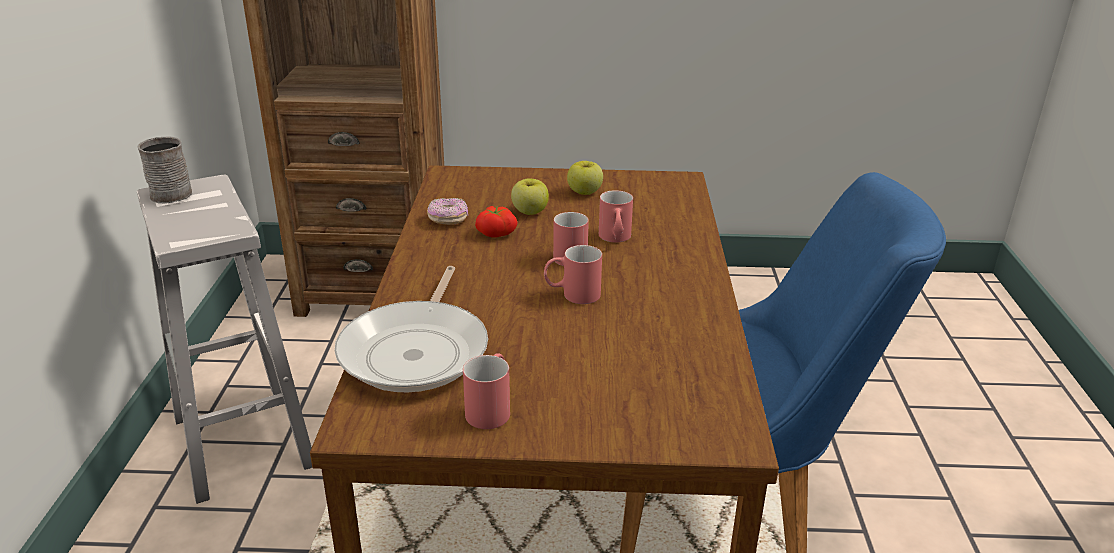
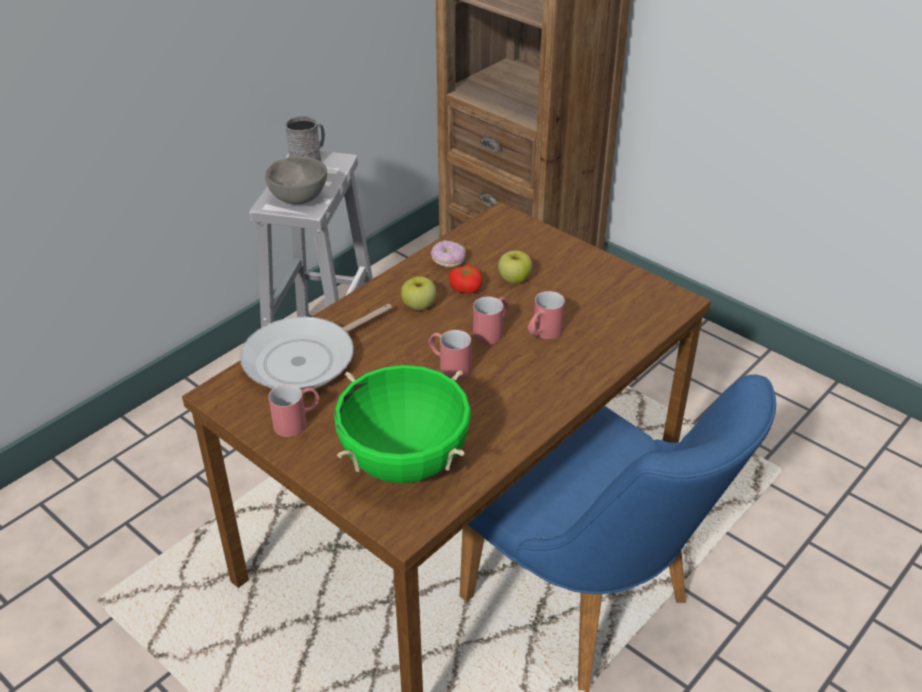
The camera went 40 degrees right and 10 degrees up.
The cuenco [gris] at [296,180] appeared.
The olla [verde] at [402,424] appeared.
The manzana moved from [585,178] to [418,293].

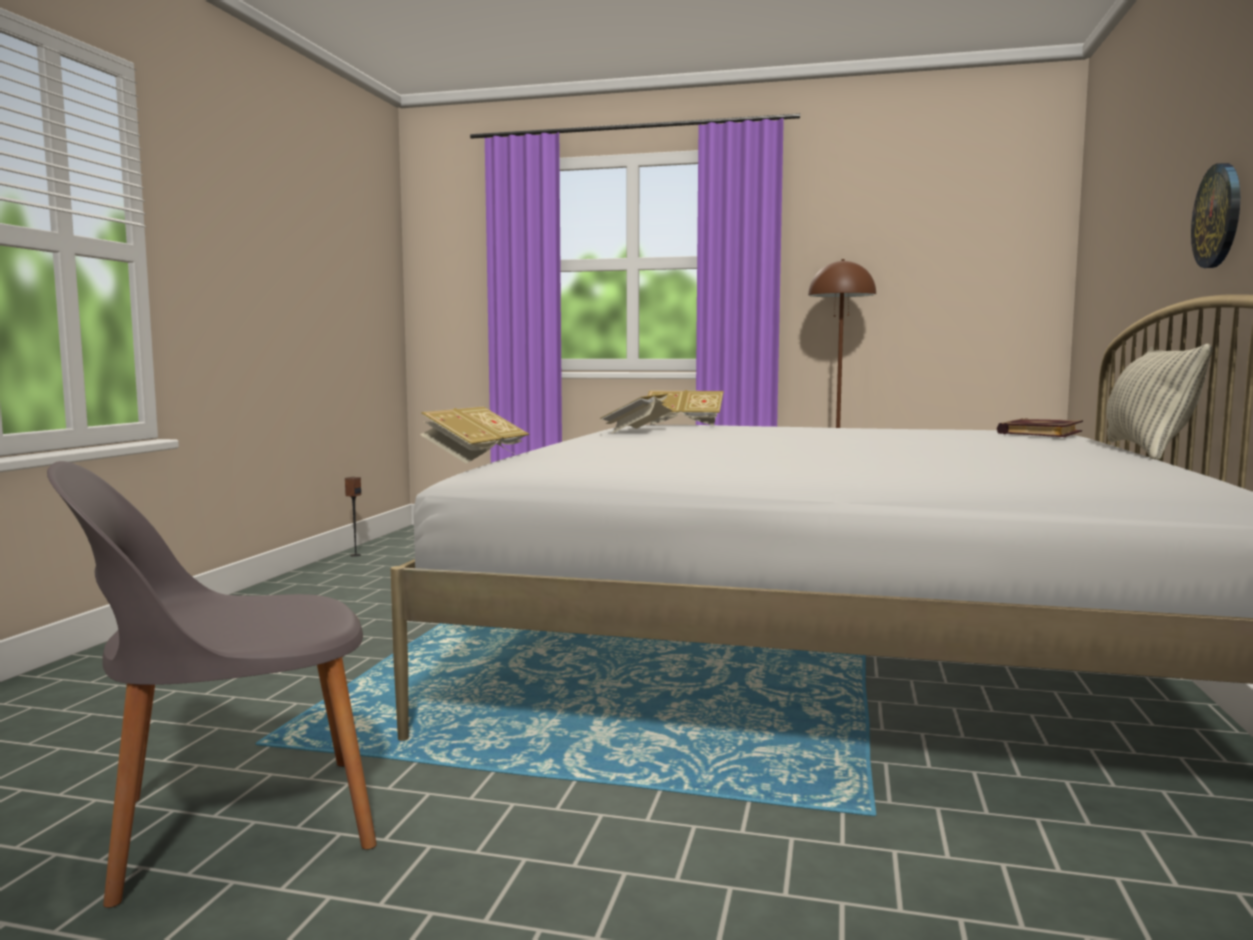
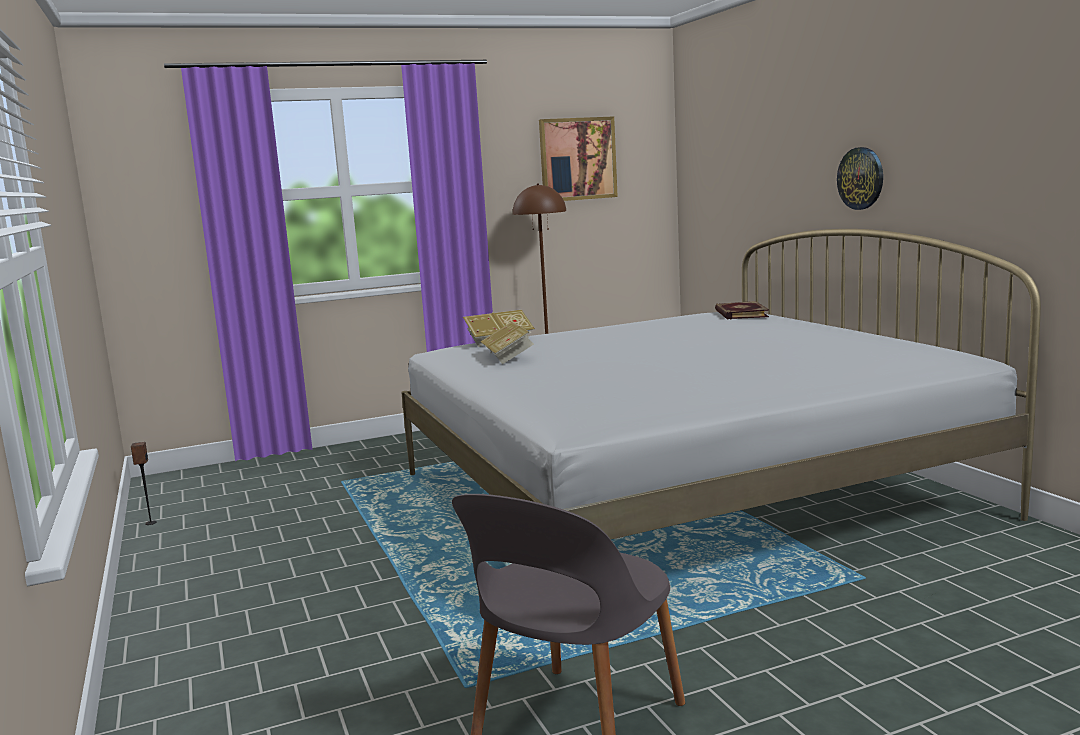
The camera went 35 degrees left and 5 degrees up.
The libro at [474,435] disappeared.
The cojín at [1159,402] disappeared.
The cuadro at [578,158] appeared.

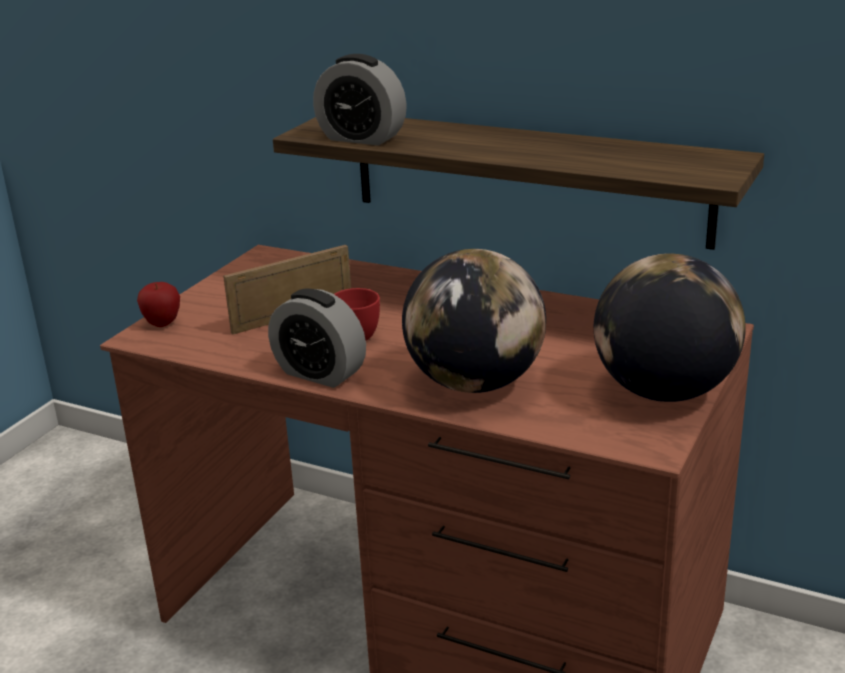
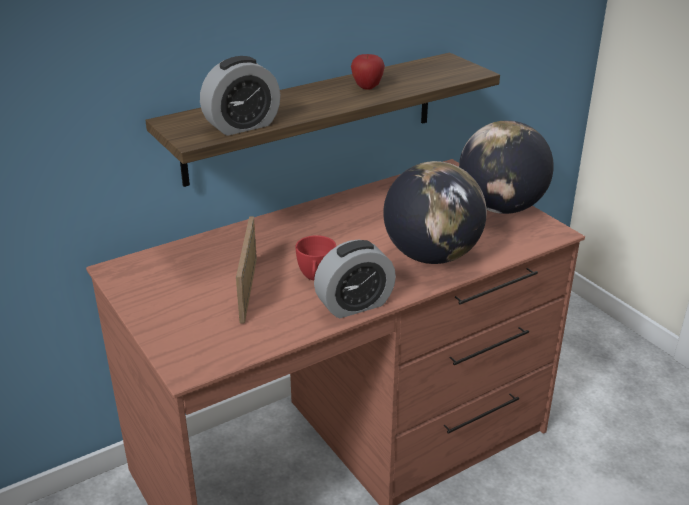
The camera went 60 degrees left and 5 degrees up.
The manzana moved from [158,304] to [368,72].

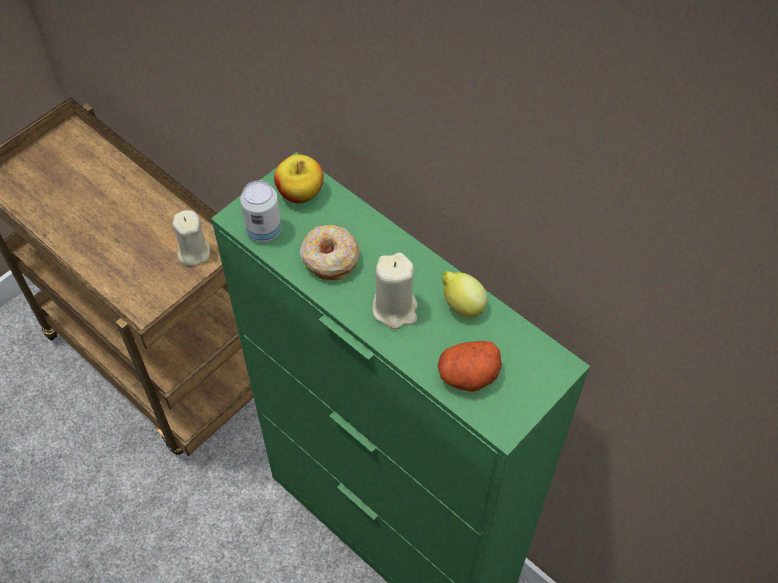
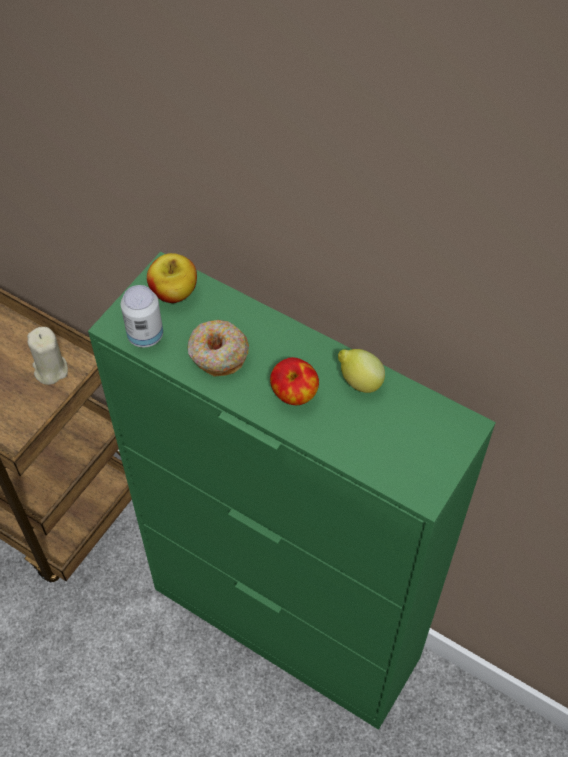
The camera went 10 degrees left and 0 degrees up.
The patata at [470,366] disappeared.
The vela [beis] at [395,291] was replaced by the manzana at [294,381].

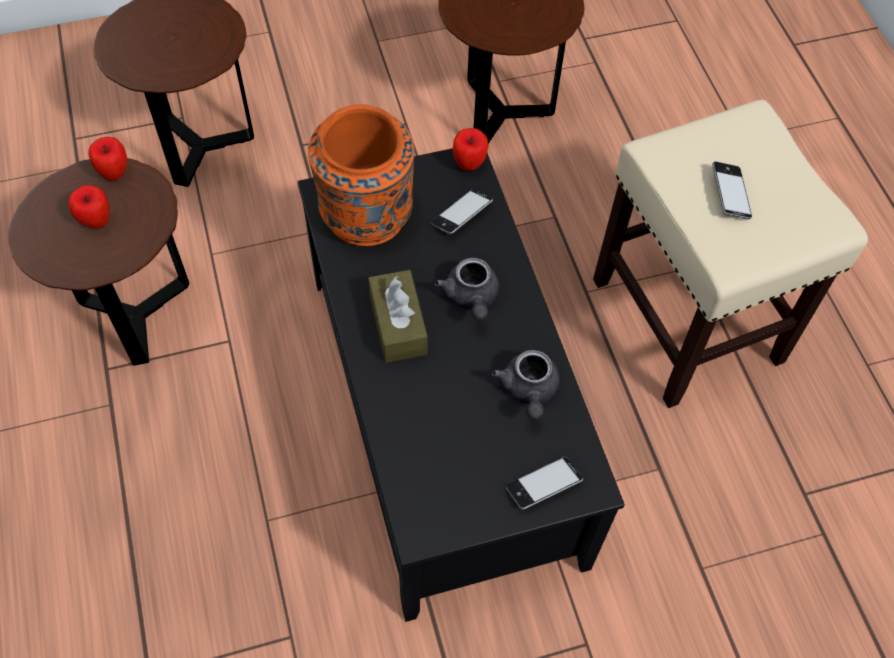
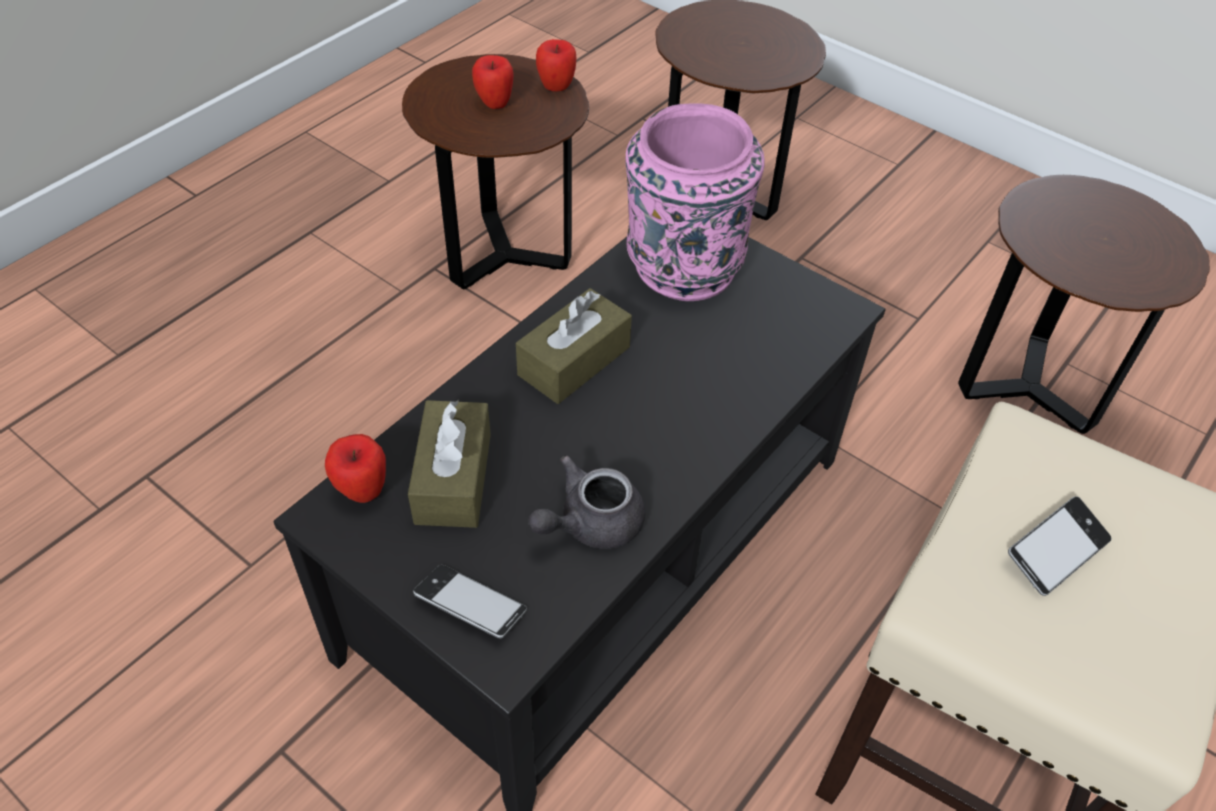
The camera went 55 degrees right and 10 degrees down.
The móvil at [462,211] disappeared.
The tetera [gris] at [467,289] disappeared.
The caja de pañuelos [marrón] at [449,464] appeared.
The manzana moved from [470,149] to [355,468].
The florero [naranja] at [361,175] became the florero [rosa] at [695,202].

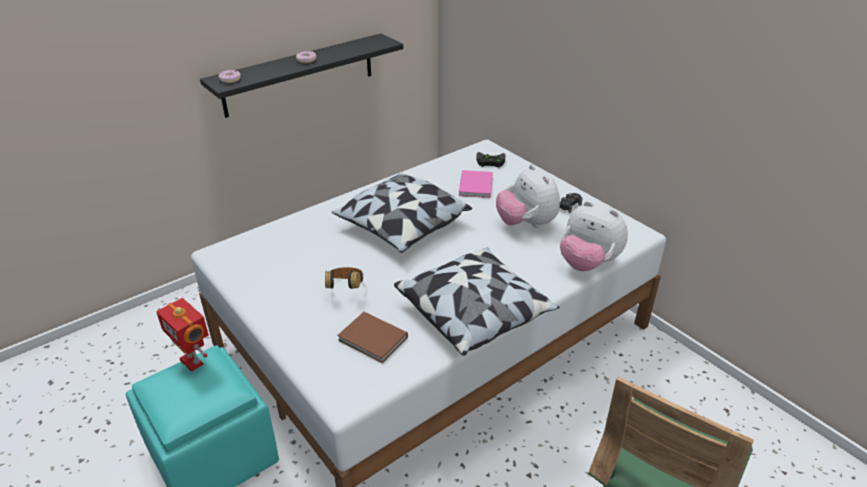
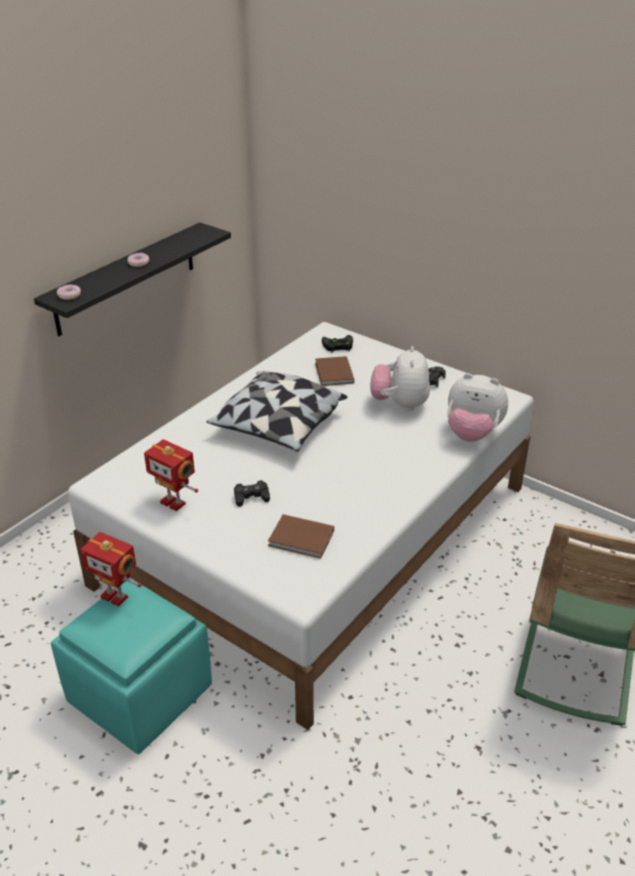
The camera went 15 degrees left and 0 degrees up.
The cojín at [476,302] disappeared.
The robot de juguete at [171,475] appeared.
The auriculares at [344,278] was replaced by the mando de consola [negro] at [252,493].
The libro [rosa] at [476,184] became the libro [marrón] at [334,371].
The peluche at [528,196] turned 45 degrees clockwise.

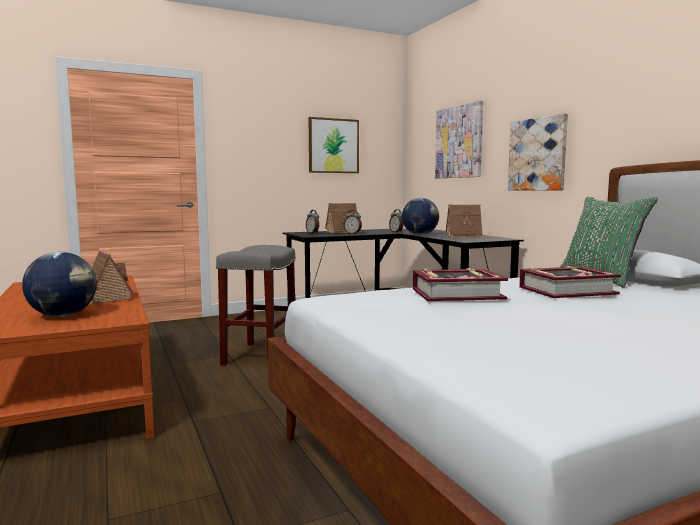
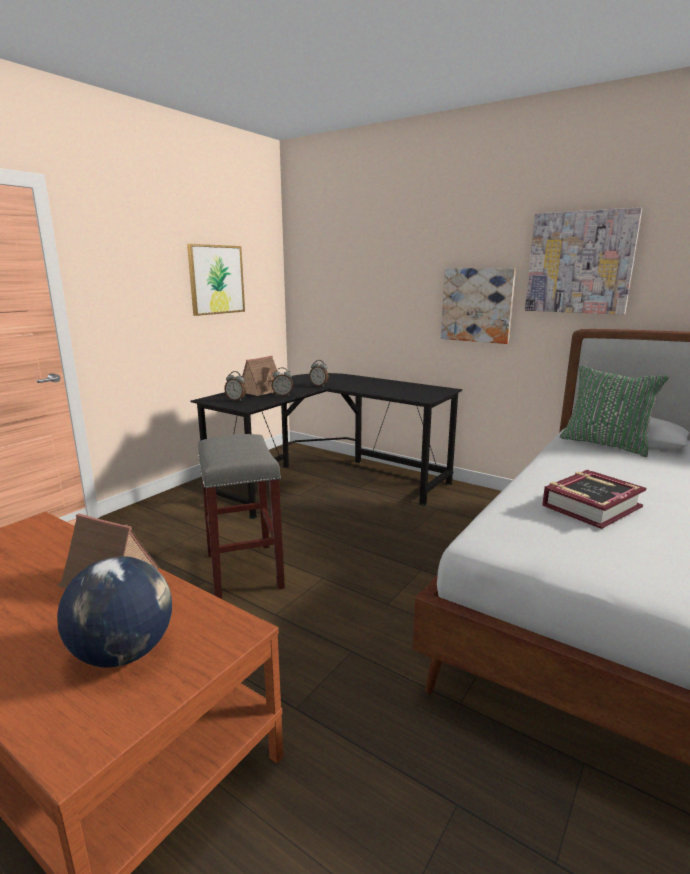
The camera went 30 degrees left and 10 degrees up.
The globo terráqueo at [420,216] disappeared.
The casita at [467,221] disappeared.
The libro at [570,282] disappeared.
The cuadro moved from [459,139] to [583,261].

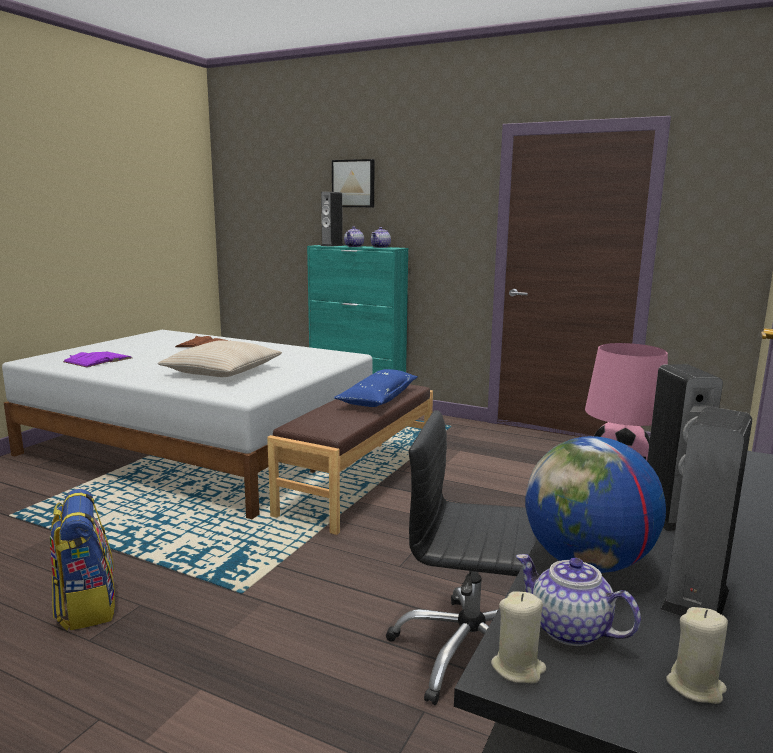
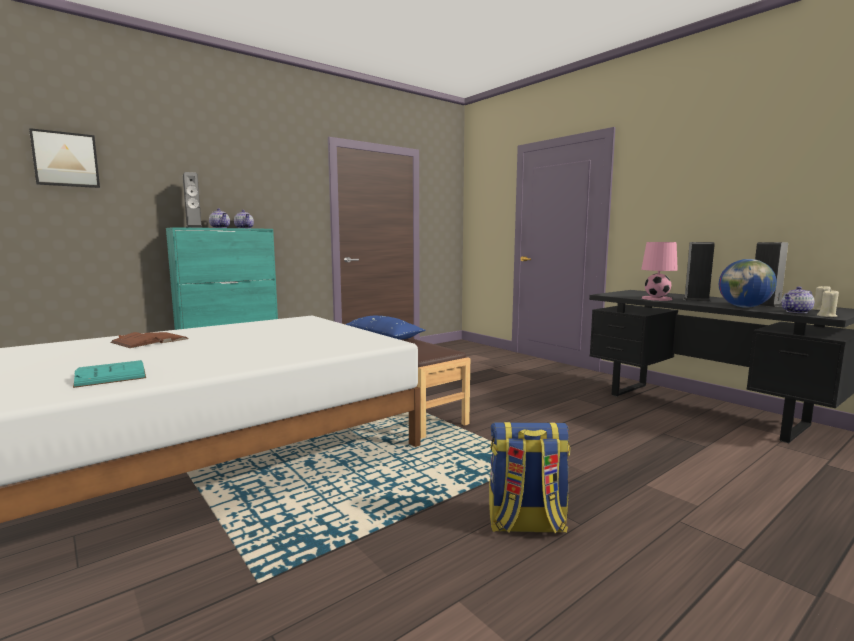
The camera went 65 degrees left and 5 degrees down.
The cojín [beis] at [220,358] disappeared.
The silla de oficina [negro] at [461,557] disappeared.
The cuadro moved from [353,183] to [64,158].
The libro [morado] at [97,359] became the libro [turquesa] at [109,374].

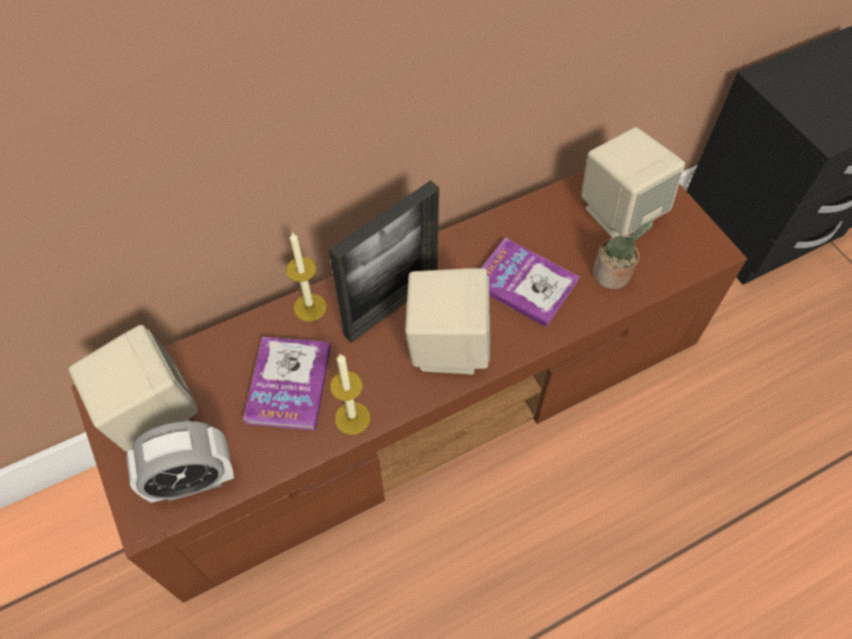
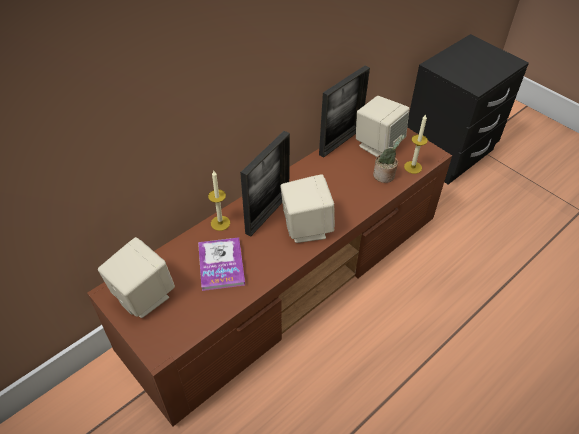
The camera went 15 degrees left and 10 degrees down.
The despertador at [180,462] disappeared.
The libro at [530,282] disappeared.
The portarretratos at [344,111] appeared.
The vela moved from [350,394] to [416,144].

